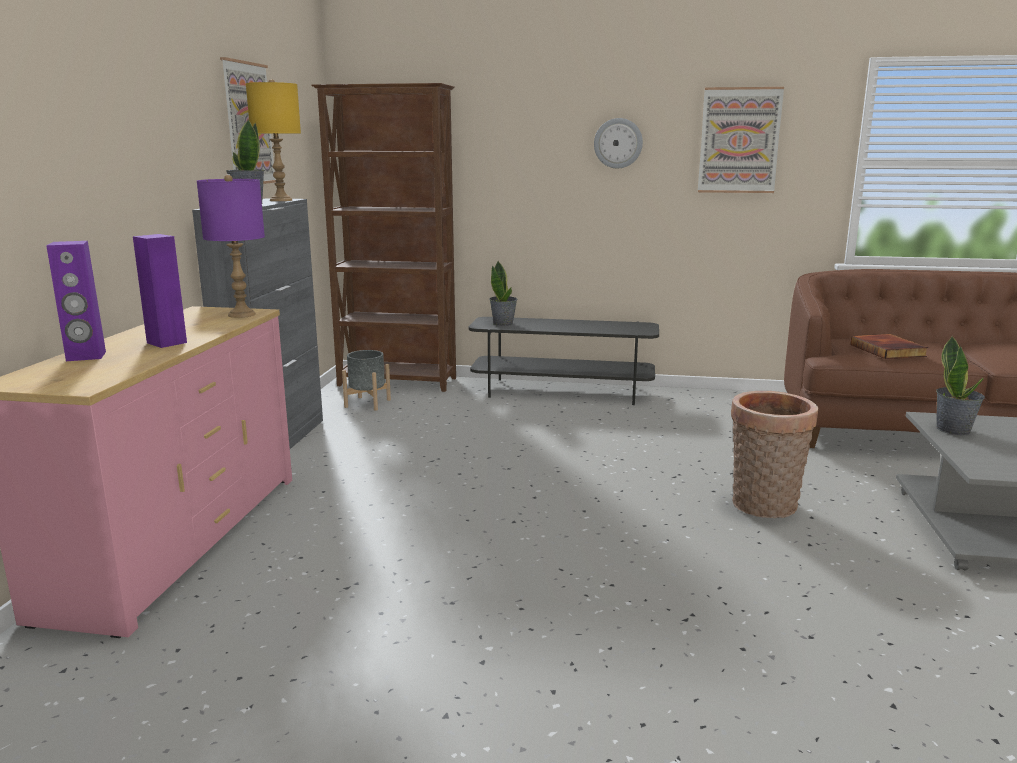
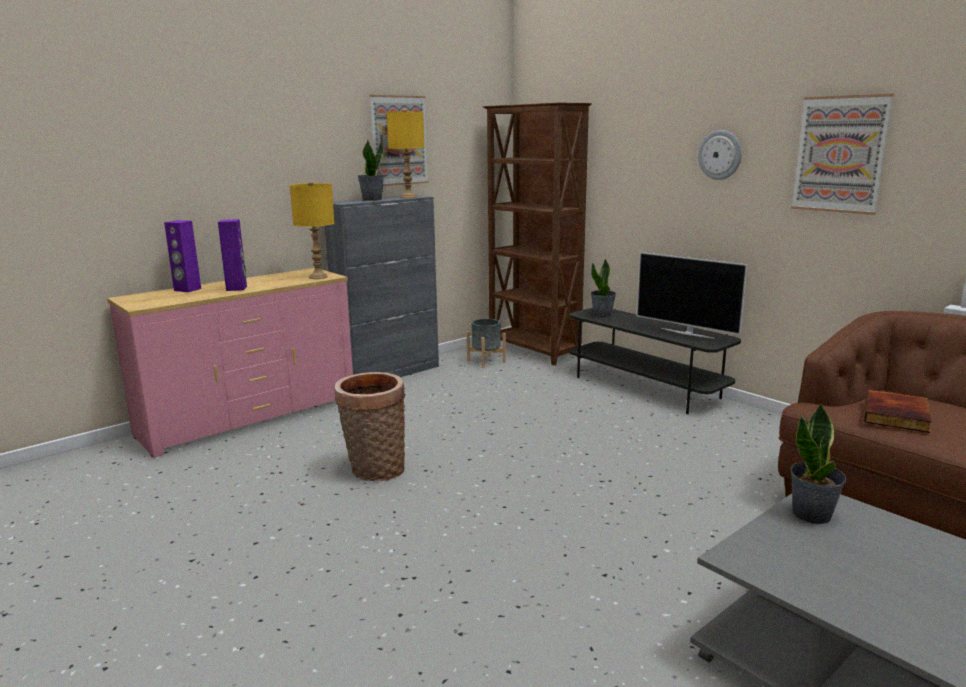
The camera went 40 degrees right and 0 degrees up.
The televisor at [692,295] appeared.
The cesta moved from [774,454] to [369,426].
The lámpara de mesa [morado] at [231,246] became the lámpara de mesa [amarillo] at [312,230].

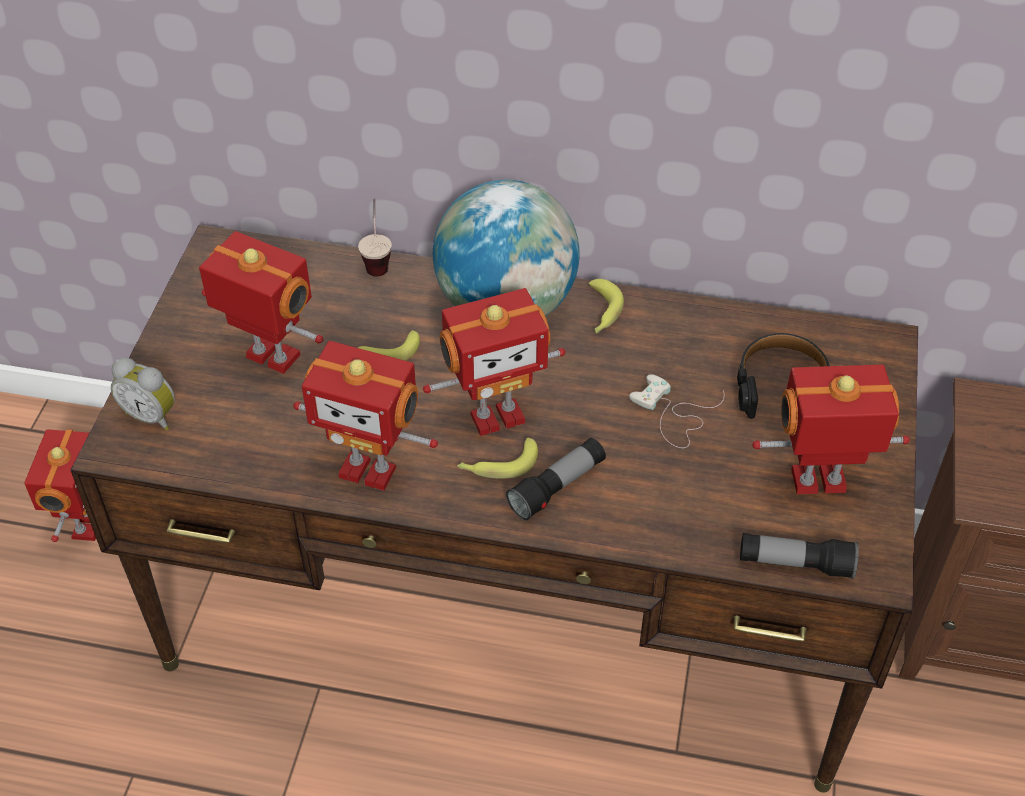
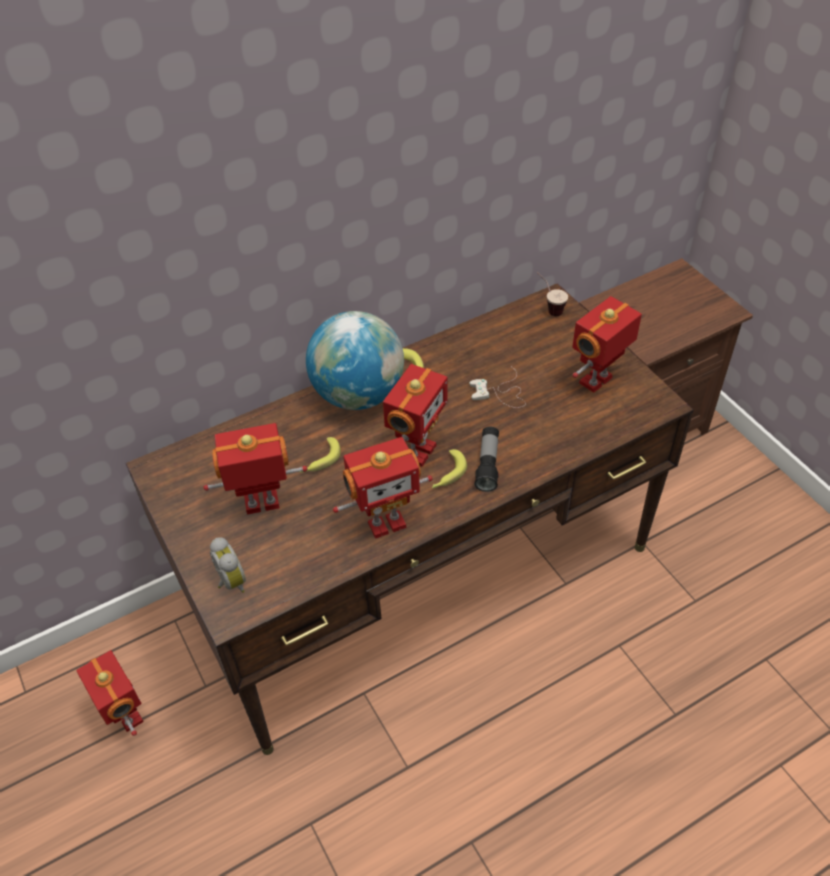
The camera went 40 degrees left and 0 degrees up.
The auriculares [negro] at [783,376] disappeared.
The linterna at [799,556] disappeared.
The taza moved from [375,237] to [552,294].
The despertador at [143,393] turned 105 degrees counterclockwise.

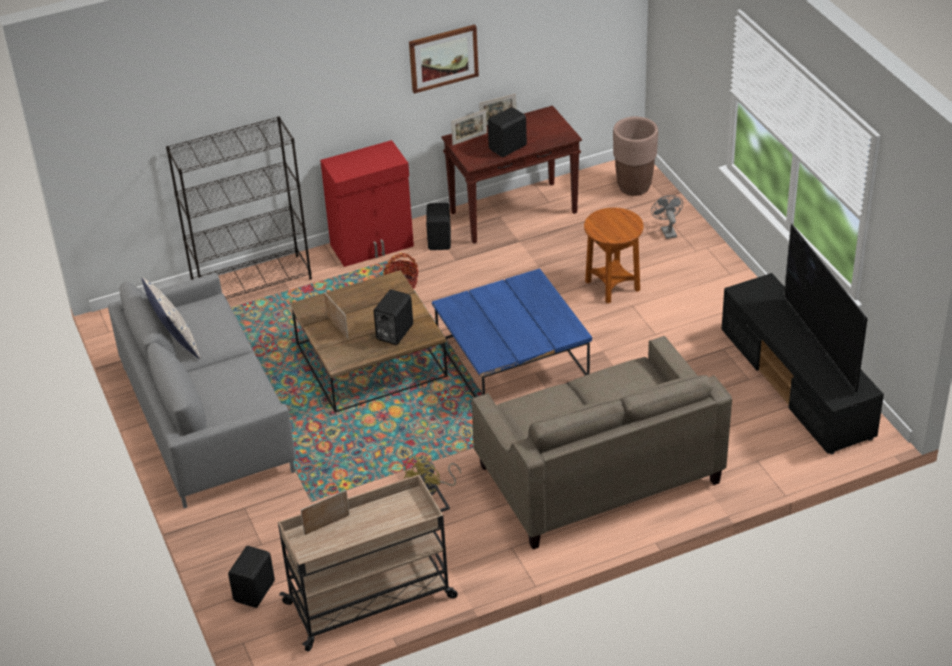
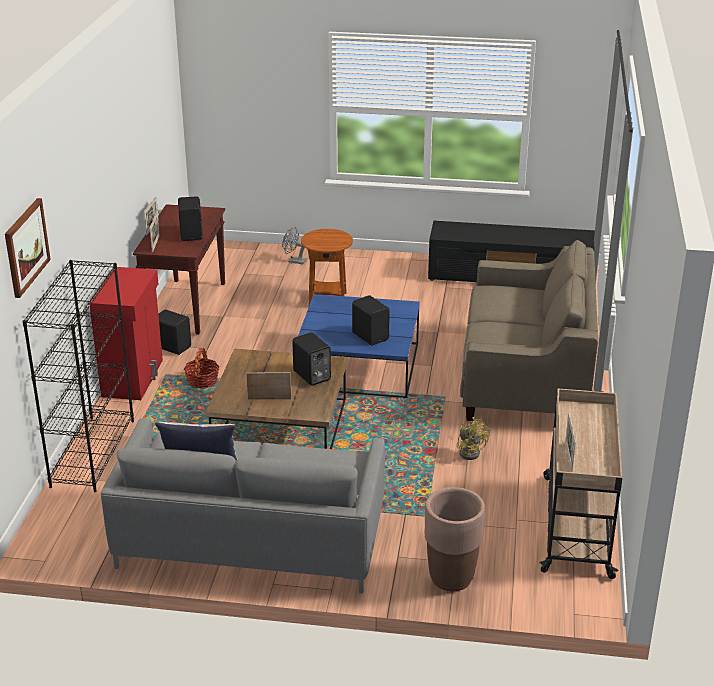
The camera went 60 degrees left and 10 degrees down.
The televisor at [826,308] disappeared.
The altavoz [negro] moved from [251,577] to [371,320].
The cuadro moved from [444,59] to [28,248].
The maceta [marrón] moved from [635,156] to [455,539].

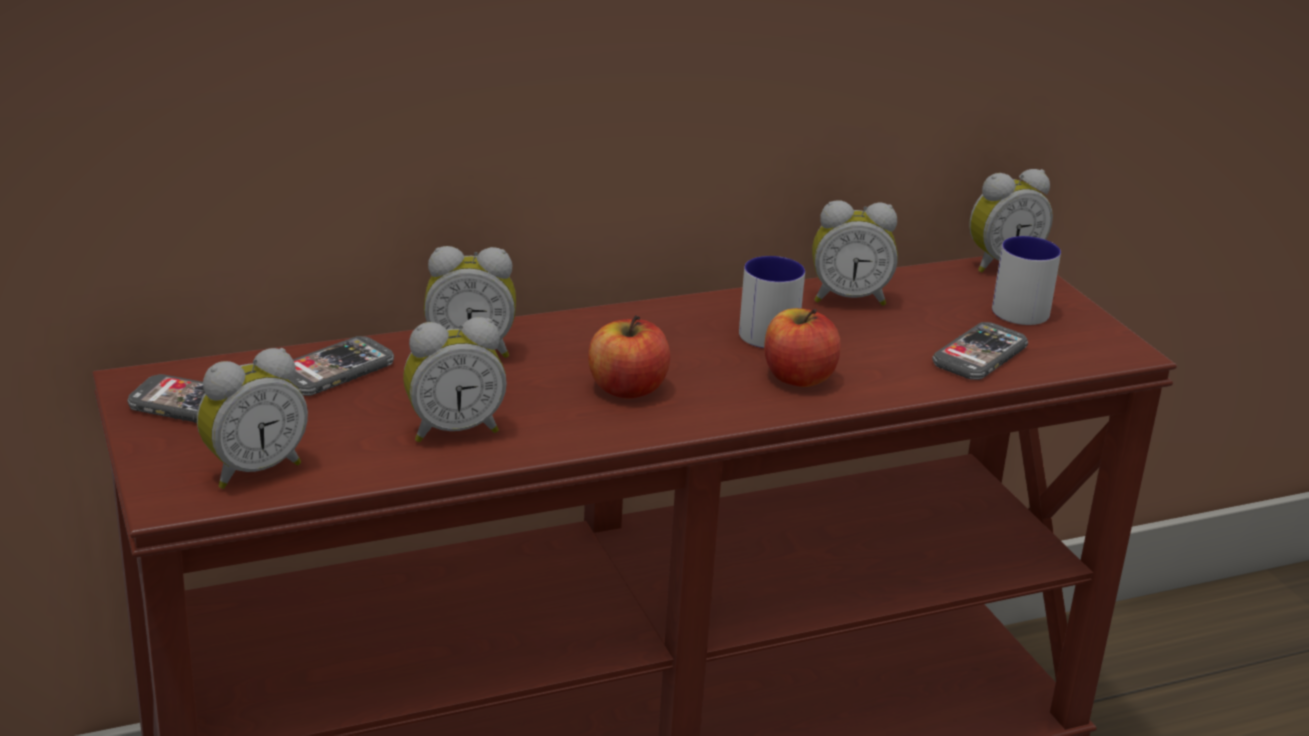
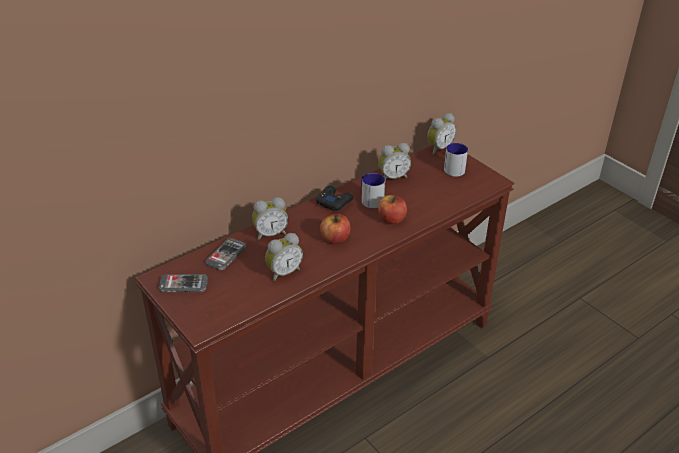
The camera went 15 degrees left and 10 degrees up.
The despertador at [252,418] disappeared.
The móvil at [980,351] disappeared.
The mando de consola [negro] at [335,198] appeared.

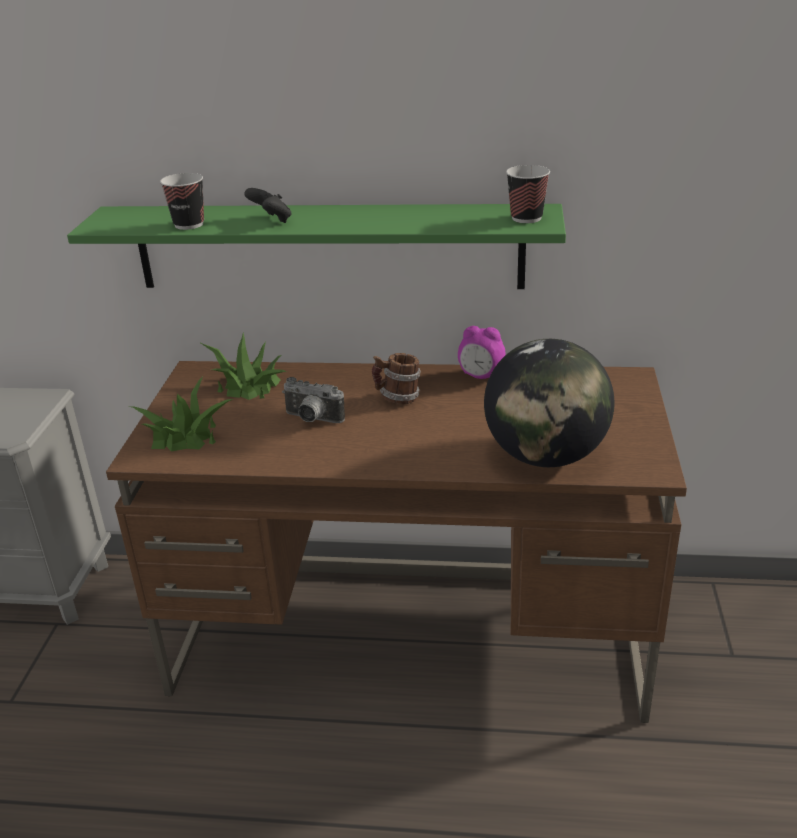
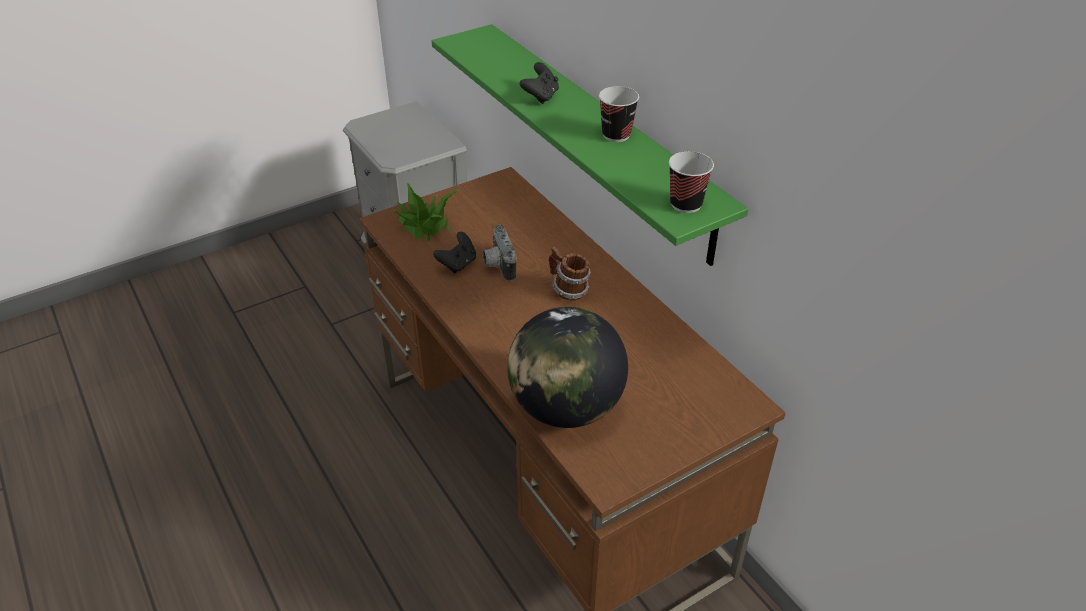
The camera went 50 degrees right and 10 degrees up.
The planta en maceta at [243,366] disappeared.
The despertador at [481,352] disappeared.
The mando de consola [negro] at [454,253] appeared.
The taza moved from [182,201] to [619,114].

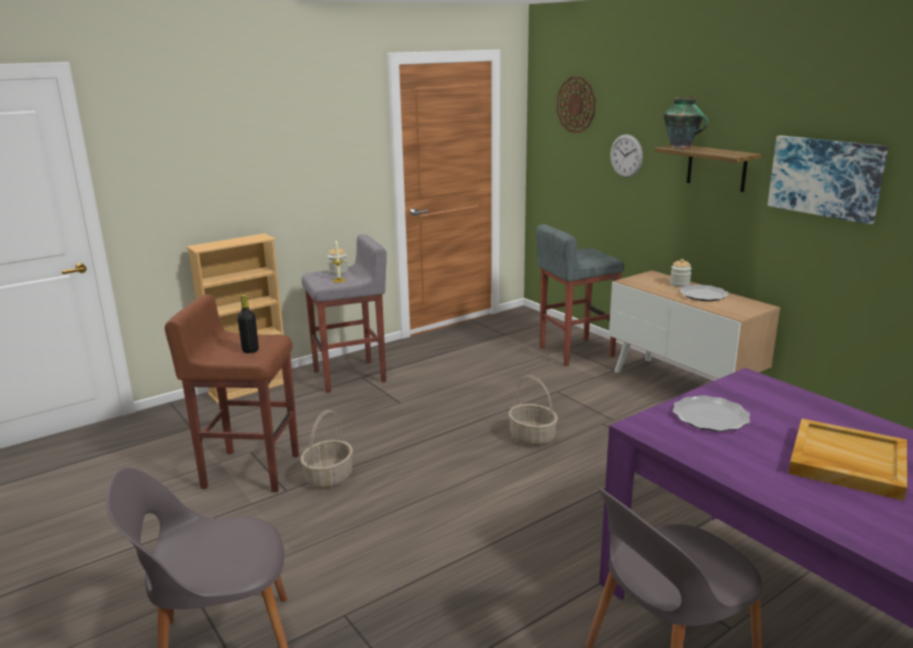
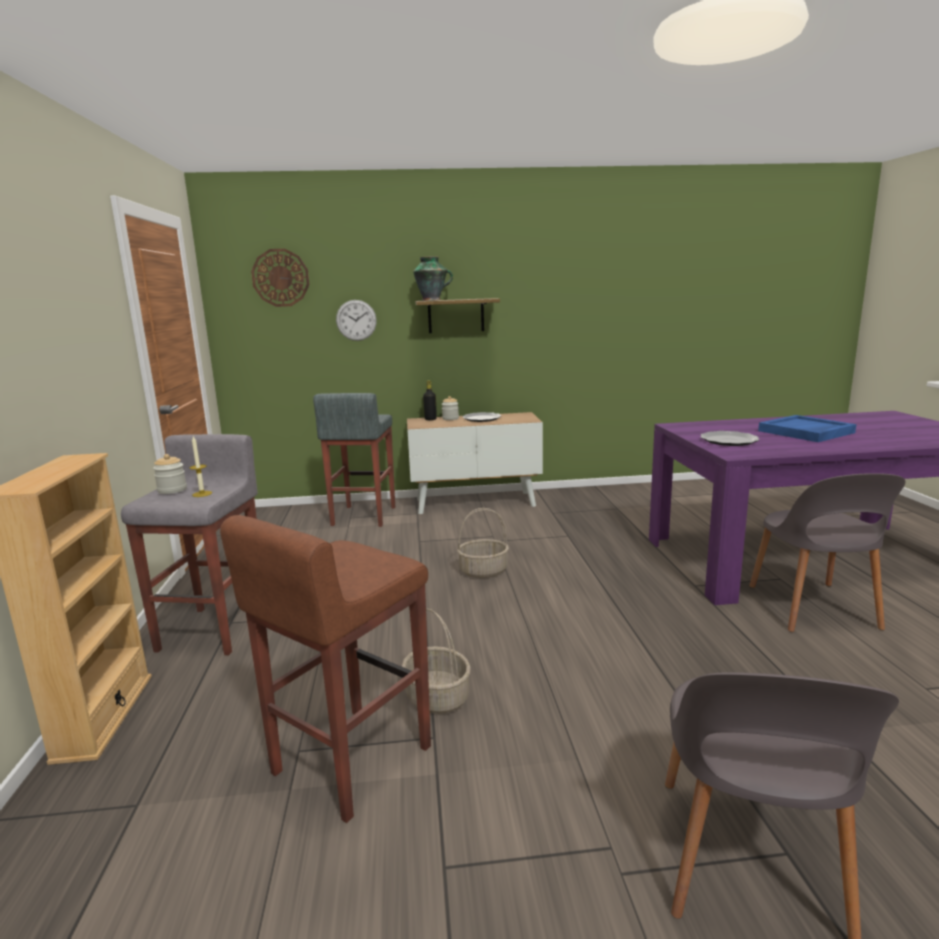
The camera went 60 degrees left and 5 degrees down.
The cuadro at [828,180] disappeared.
The botella [negro] moved from [248,323] to [430,400].
The bandeja [beis] at [847,460] became the bandeja [azul] at [807,428].

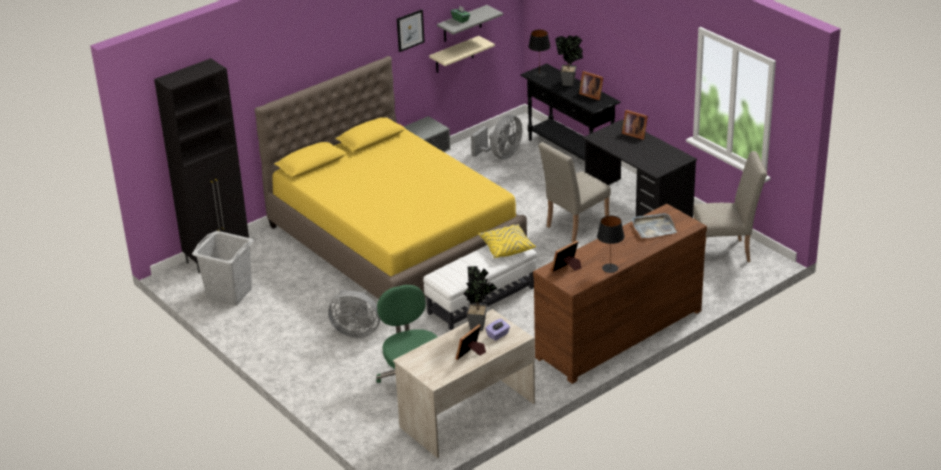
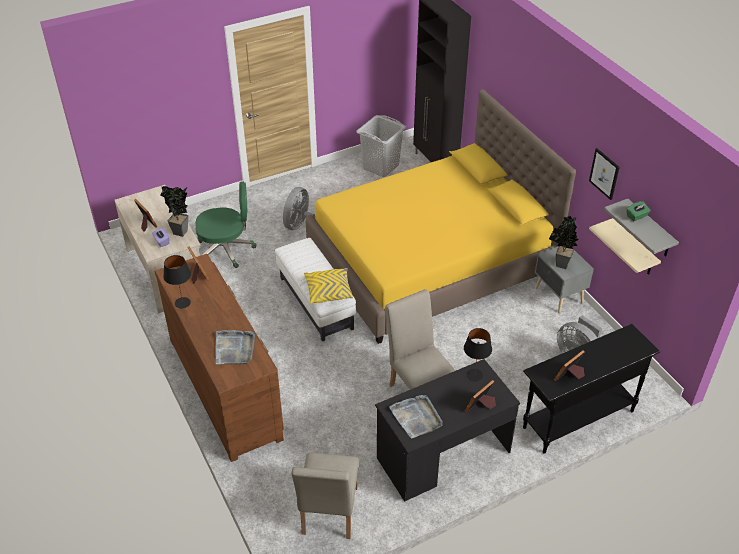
The camera went 100 degrees right and 10 degrees up.
The bandeja [gris] at [416,417] appeared.
The lámpara de mesa [negro] moved from [539,53] to [478,354].
The planta en maceta moved from [569,60] to [564,242].

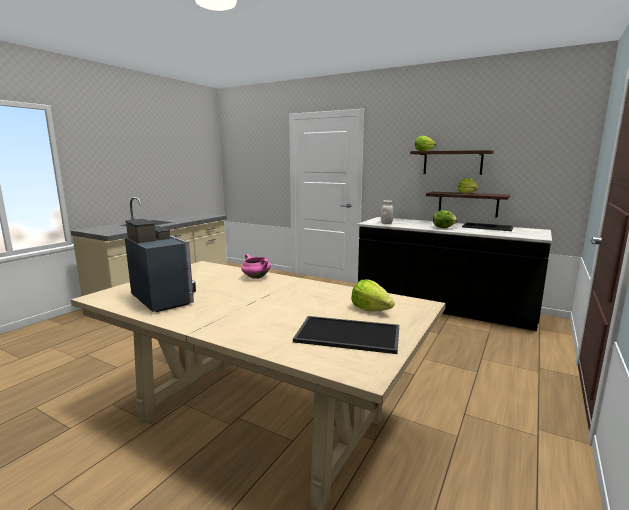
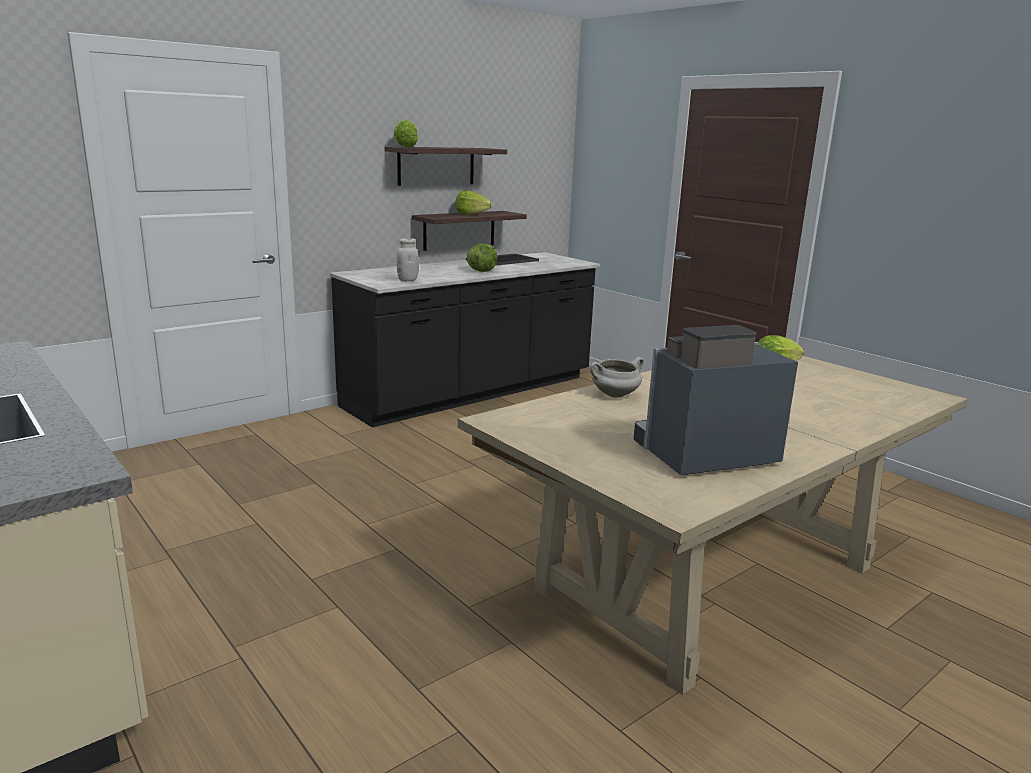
The camera went 70 degrees left and 5 degrees up.
The bandeja at [346,335] disappeared.
The olla [rosa] at [256,266] became the olla [blanco] at [617,377].

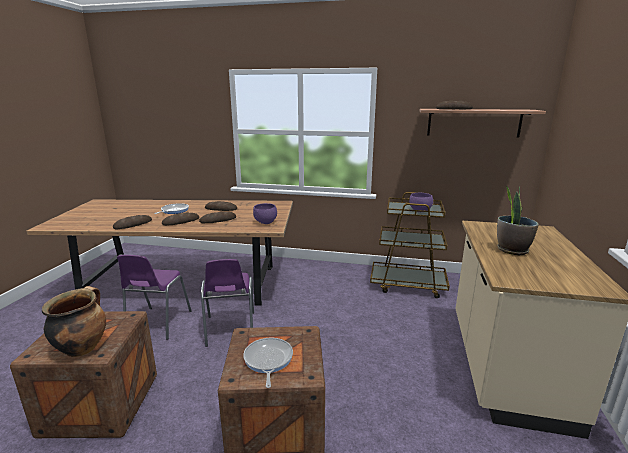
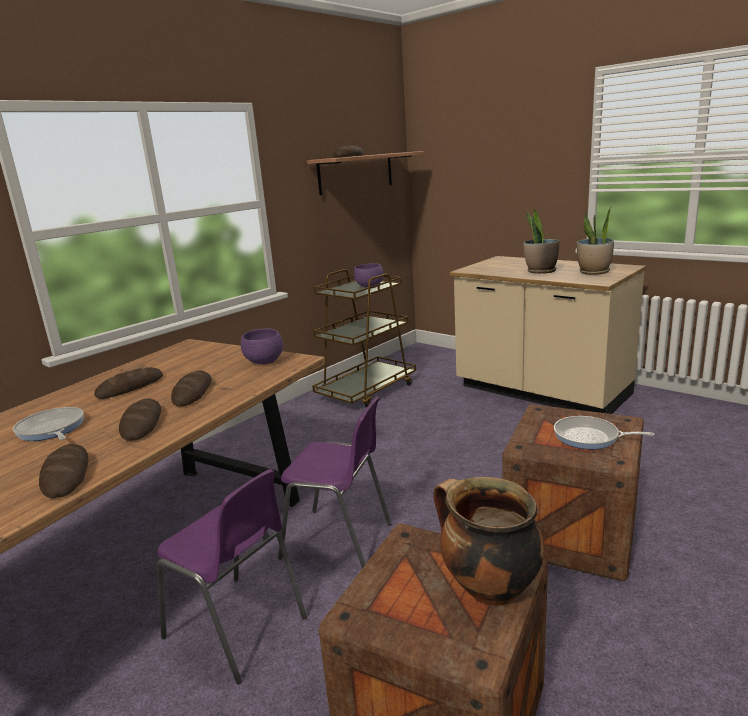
The camera went 60 degrees left and 0 degrees up.
The planta en maceta at [595,241] appeared.

